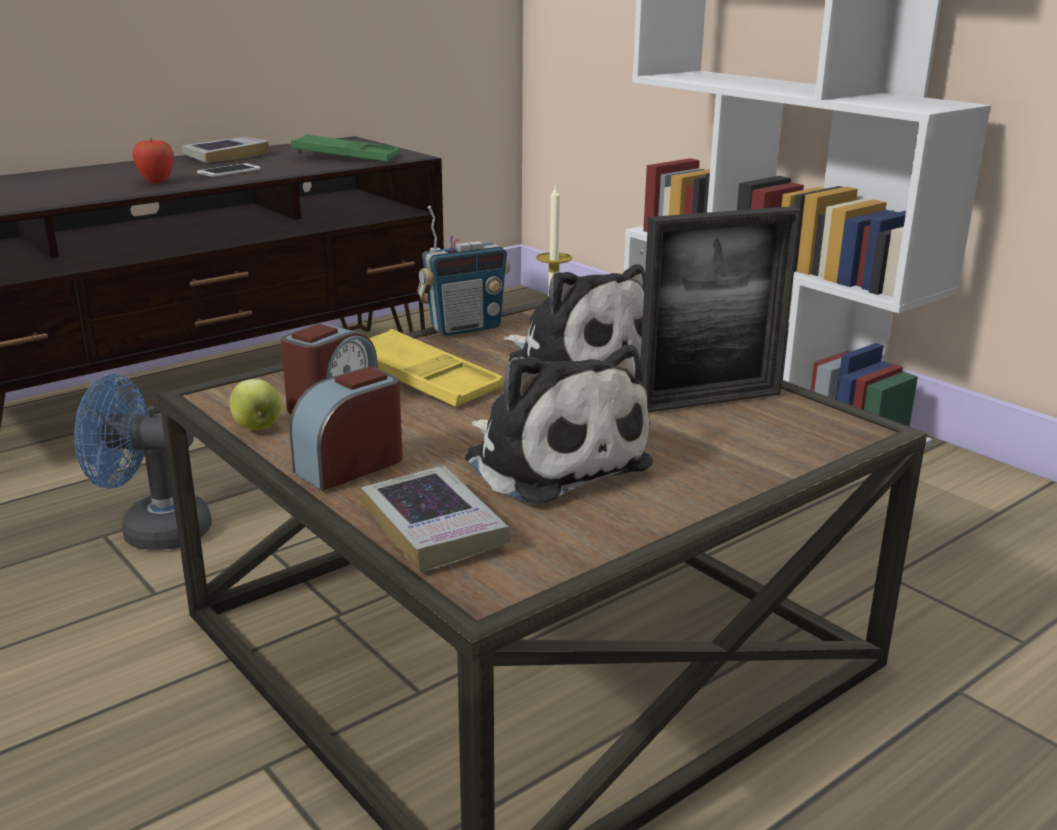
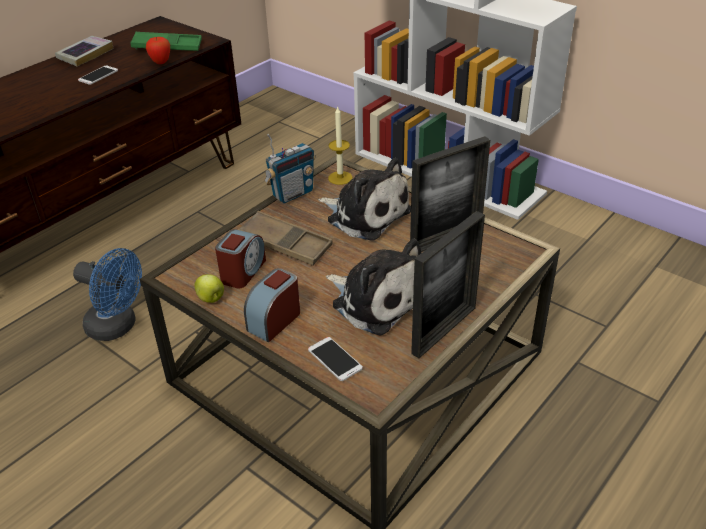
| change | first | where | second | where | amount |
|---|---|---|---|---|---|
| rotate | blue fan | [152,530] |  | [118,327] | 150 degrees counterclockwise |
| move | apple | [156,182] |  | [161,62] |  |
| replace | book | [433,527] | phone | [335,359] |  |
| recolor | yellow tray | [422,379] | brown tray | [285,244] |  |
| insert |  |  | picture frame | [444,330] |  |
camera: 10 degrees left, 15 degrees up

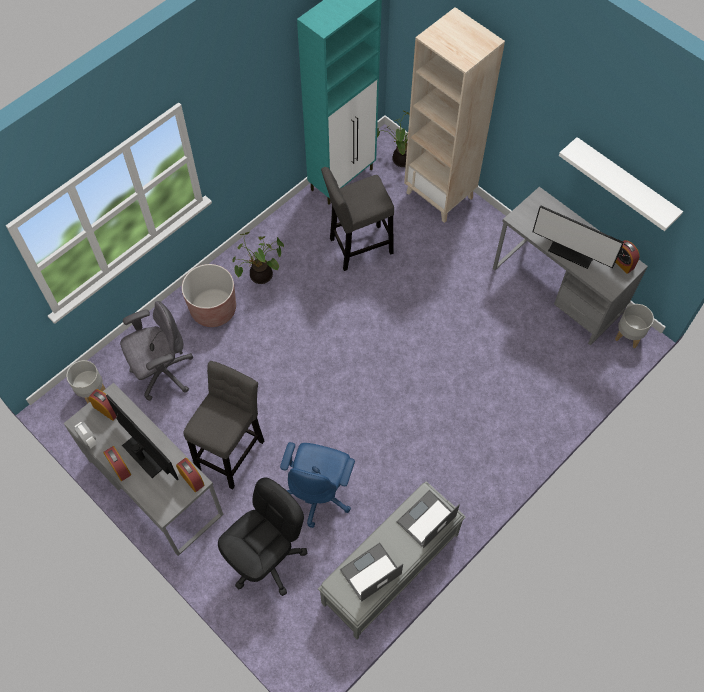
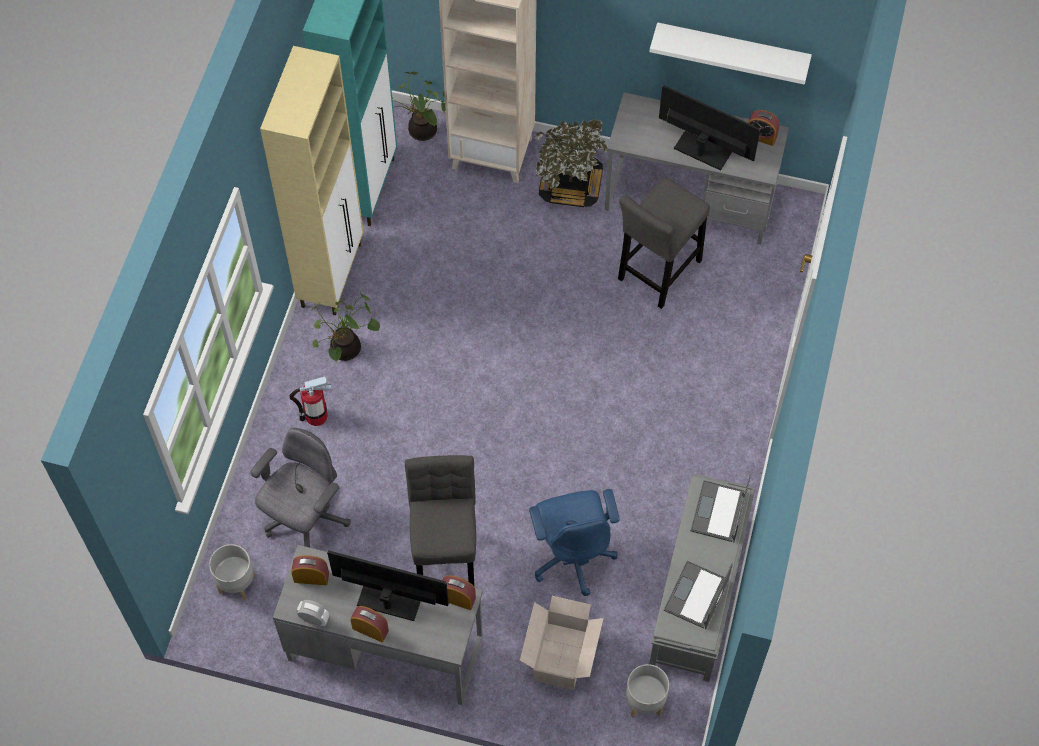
| change | first | where | second | where | amount |
|---|---|---|---|---|---|
| replace | brown planter | [213,309] | fire extinguisher | [316,416] |  |
| replace | black office chair | [267,559] | cardboard box | [561,654] |  |
| move | grey stool | [357,248] |  | [657,273] |  |
| rotate | monitor | [571,252] |  | [702,151] | 150 degrees counterclockwise |
| move | grey planter | [628,336] |  | [645,702] |  |
| insert |  |  | beige cabinet | [332,274] |  |
| insert |  |  | potted plant | [570,185] |  |
camera: 30 degrees left, 0 degrees up

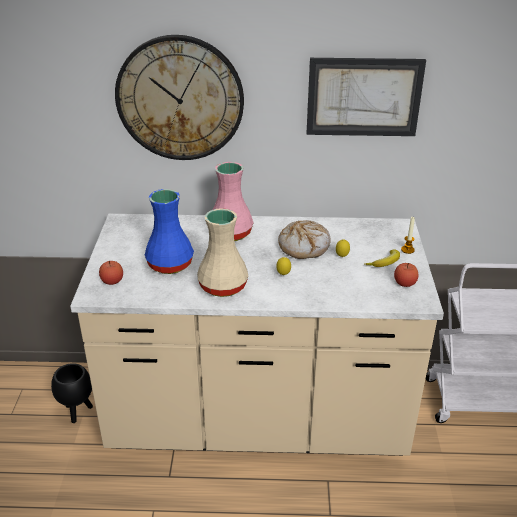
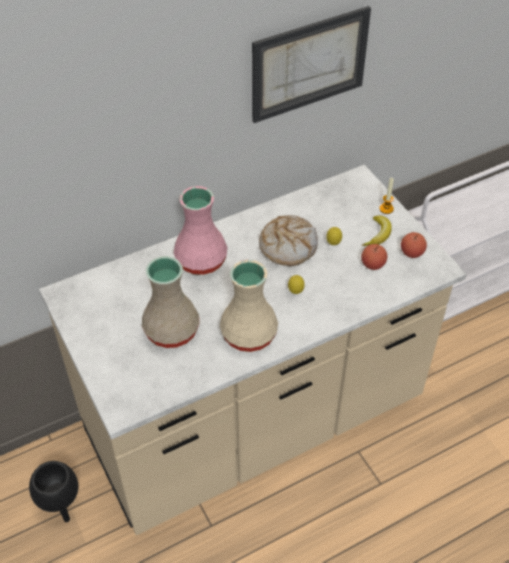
| change | first | where | second | where | amount |
|---|---|---|---|---|---|
| move | apple | [112,281] |  | [373,264] |  |
| delete | wall clock | [180,99] |  |  |  |
| recolor | blue vase | [171,264] | beige vase | [172,329] |  |
camera: 30 degrees left, 15 degrees up

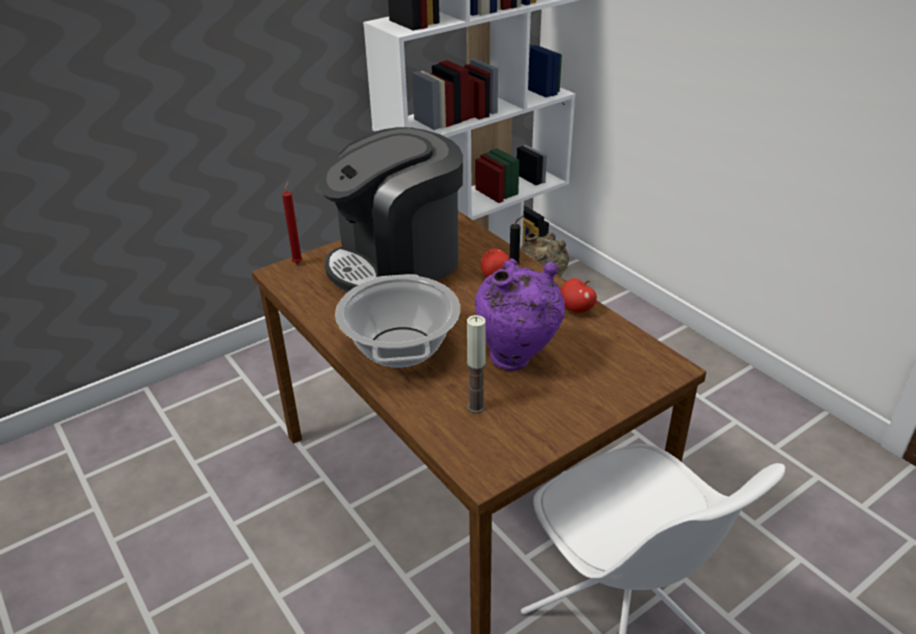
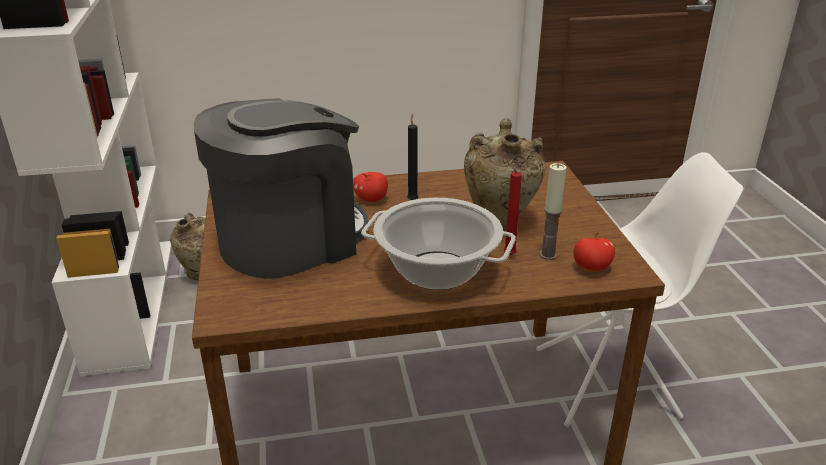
| change | first | where | second | where | amount |
|---|---|---|---|---|---|
| move | red candle | [298,262] |  | [507,254] |  |
| rotate | coffee machine | [397,262] |  | [290,239] | 120 degrees counterclockwise |
| recolor | purple vase | [517,360] | beige vase | [500,222] |  |
| move | apple | [576,309] |  | [591,268] |  |
camera: 65 degrees left, 5 degrees down

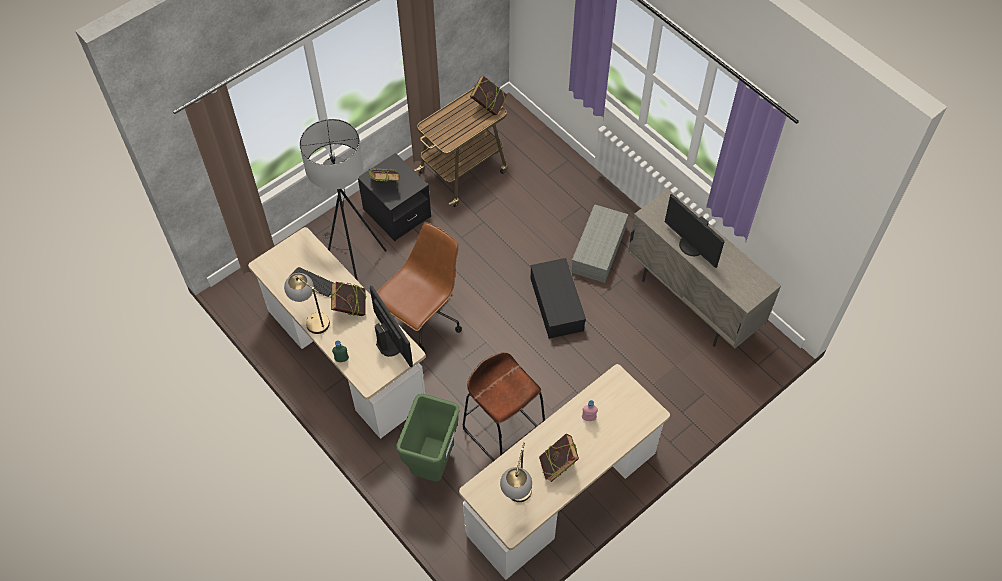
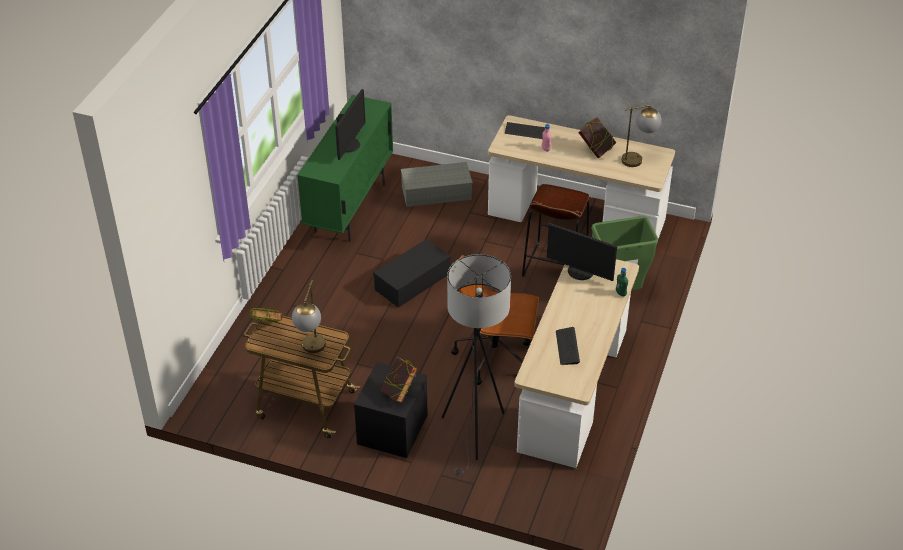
| change | first | where | second | where | amount |
|---|---|---|---|---|---|
| move | table lamp | [311,319] |  | [312,351] |  |
| delete | book | [350,308] |  |  |  |
| rotate | monitor | [391,343] |  | [580,272] | 90 degrees counterclockwise |
| move | grey storage box | [599,251] |  | [437,192] |  |
| recolor | beige cabinet | [692,302] | green cabinet | [350,208] |  |
| insert |  |  | keyboard | [525,131] |  |
camera: 120 degrees left, 15 degrees down

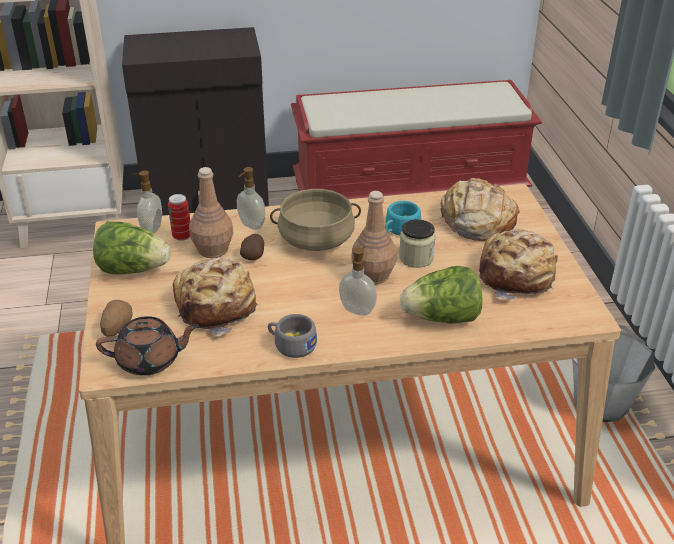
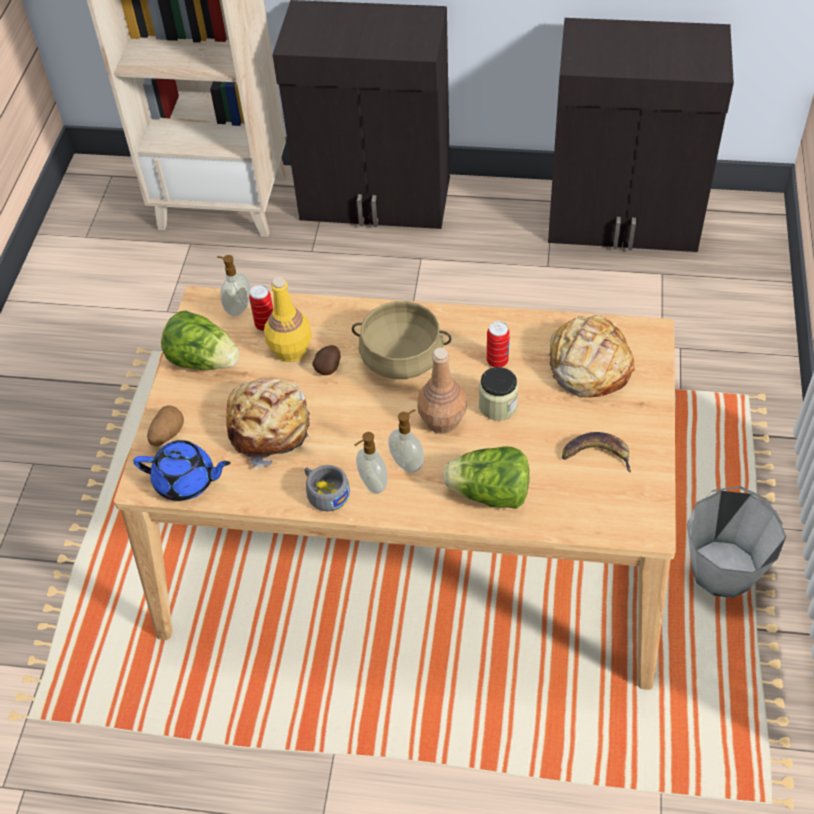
| change | first | where | second | where | amount |
|---|---|---|---|---|---|
| recolor | brown teapot | [150,360] | blue teapot | [186,481] |  |
| recolor | brown bottle | [212,250] | yellow bottle | [290,350] |  |
| move | soap dispenser | [251,225] |  | [372,484] |  |
| replace | red bench | [410,189] | black cabinet | [624,222] |  |
| replace | turquoise cup | [399,229] | can | [497,361] |  |
| replace | bread | [517,276] | banana | [597,454] |  |
camera: 20 degrees right, 15 degrees up

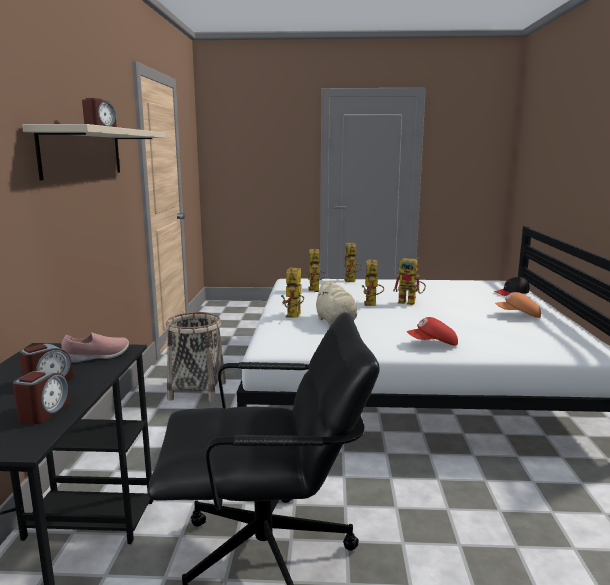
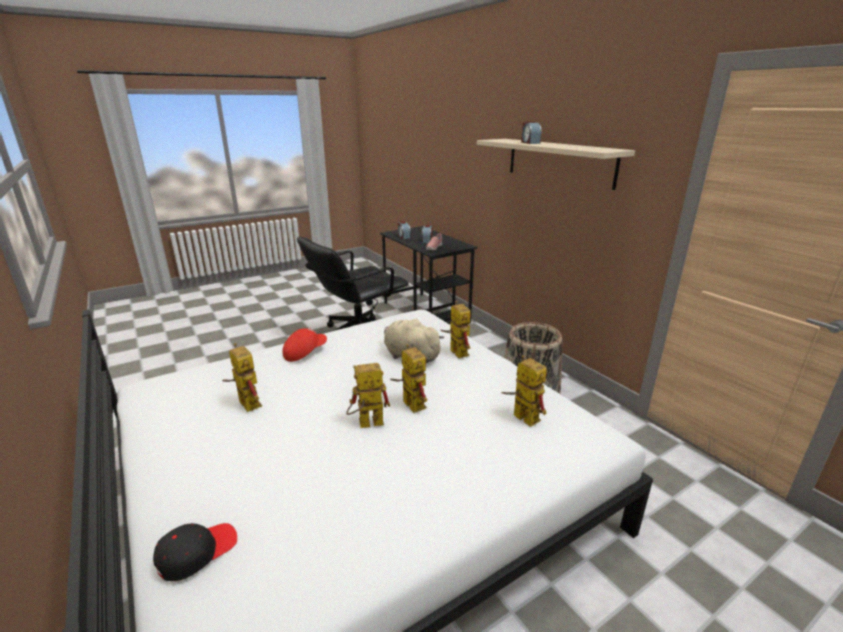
| change | first | where | second | where | amount |
|---|---|---|---|---|---|
| move | toy robot | [351,281] |  | [245,402] |  |
| delete | orange cap | [518,315] |  |  |  |
camera: 145 degrees right, 10 degrees up

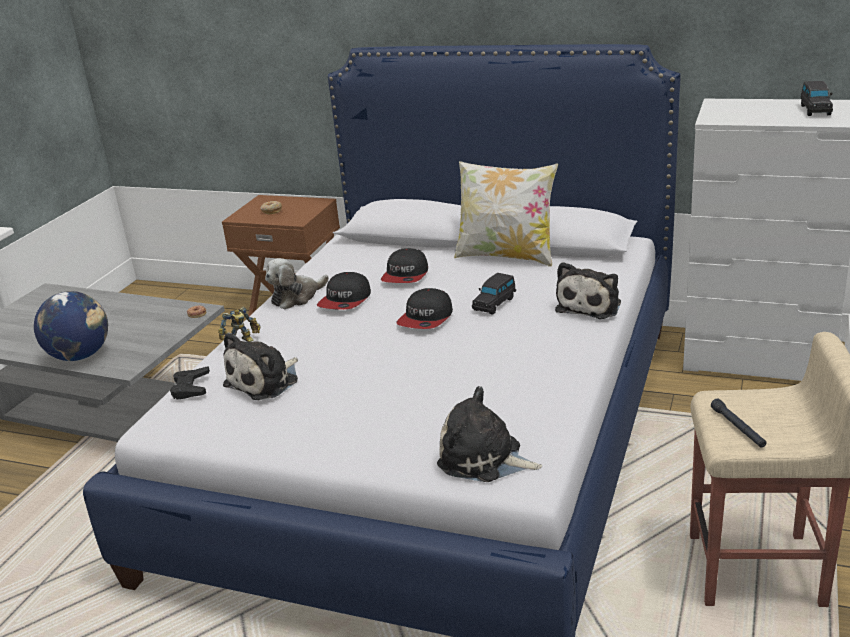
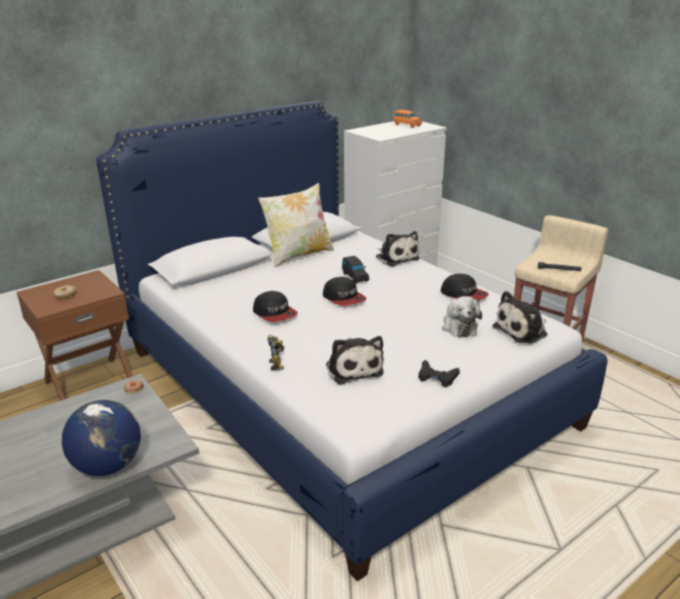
| change | first | where | second | where | amount |
|---|---|---|---|---|---|
| move | black game controller | [191,387] |  | [437,377] |  |
| move | plush toy | [296,297] |  | [458,326] |  |
| move | cap | [406,275] |  | [464,294] |  |
| recolor | black toy car | [815,110] | orange toy car | [406,125] |  |
camera: 60 degrees left, 0 degrees up

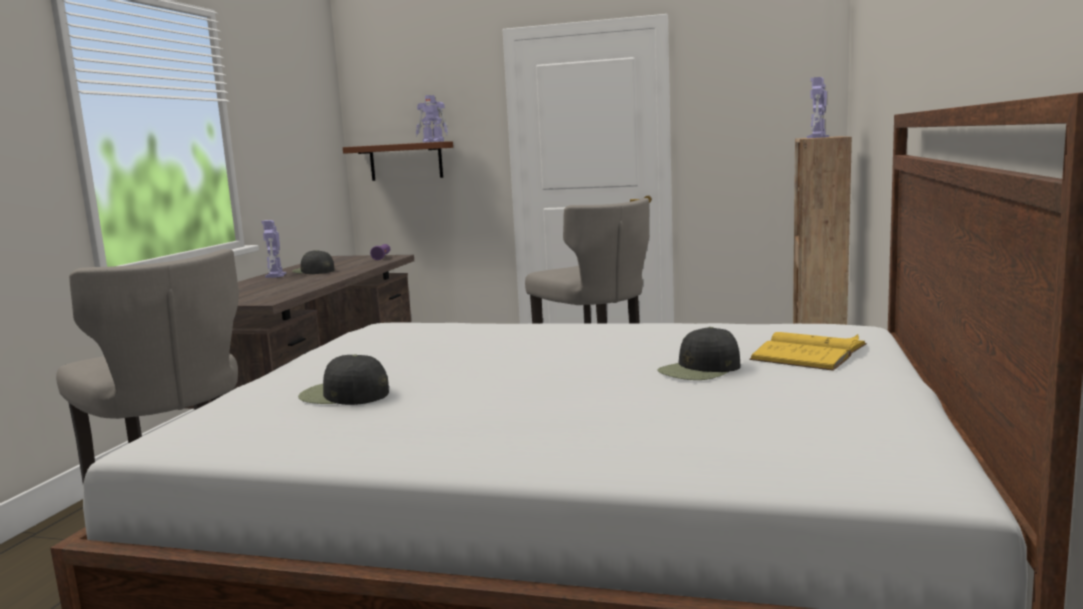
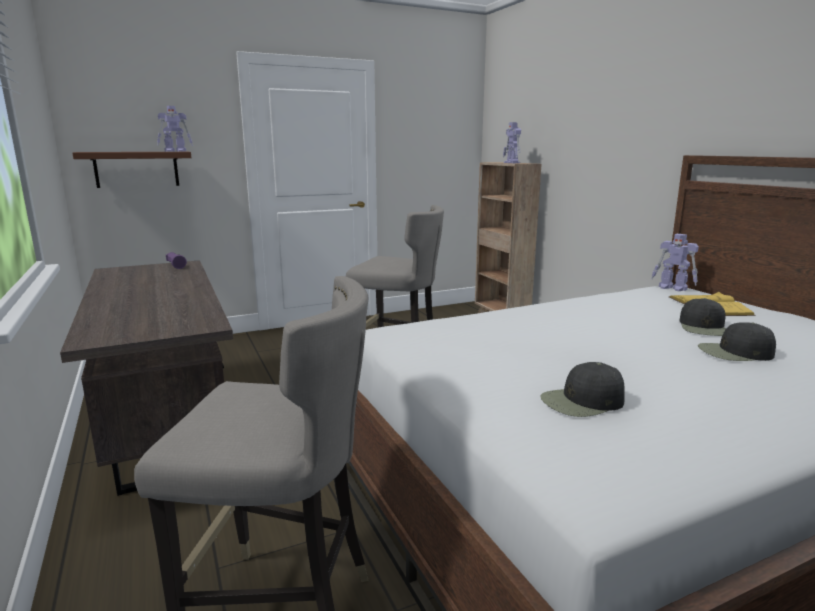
| change | first | where | second | where | amount |
|---|---|---|---|---|---|
| move | toy robot | [275,275] |  | [673,288] |  |
| move | black cap | [313,271] |  | [735,352] |  |
camera: 40 degrees left, 5 degrees up

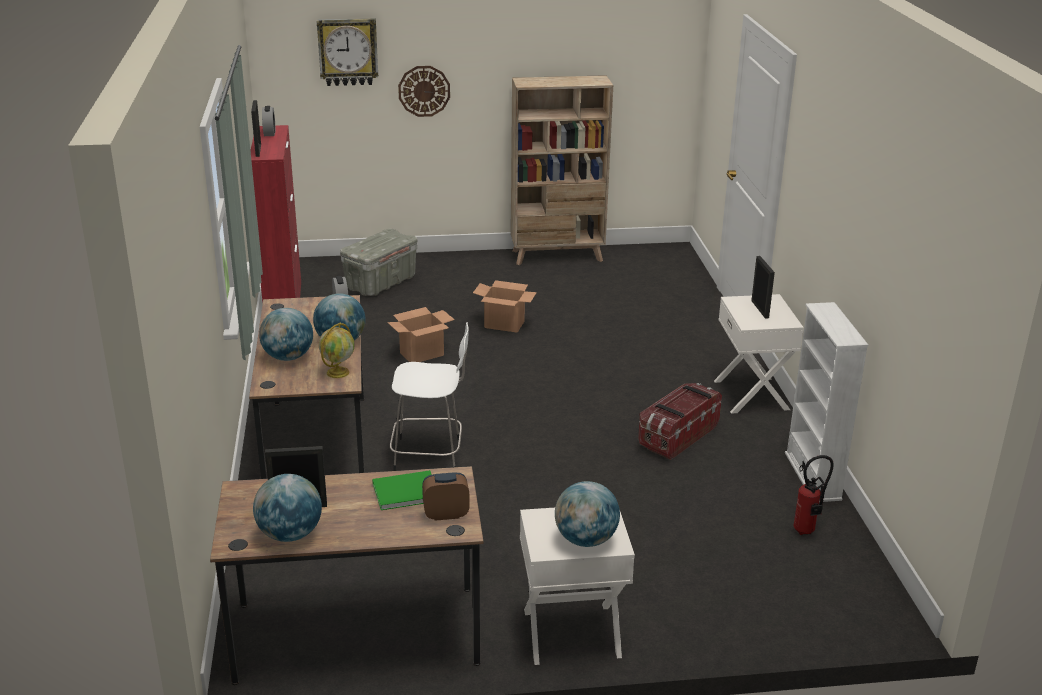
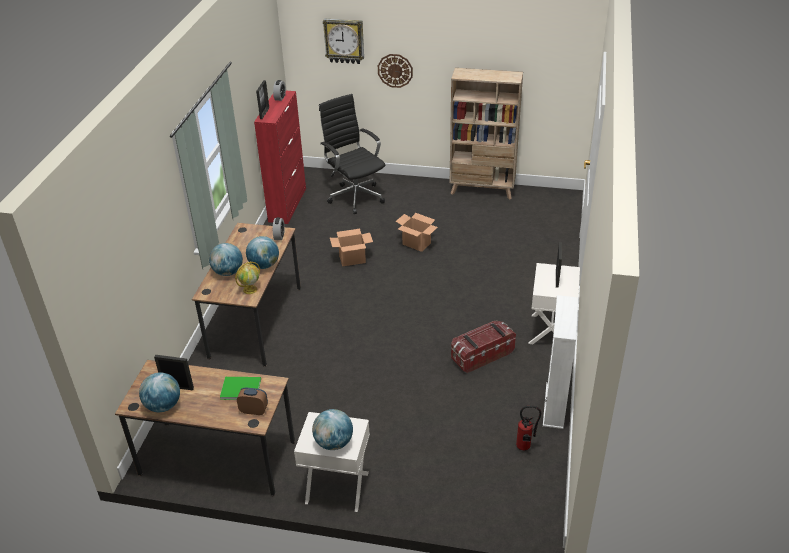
| change | first | where | second | where | amount |
|---|---|---|---|---|---|
| replace | grey storage box | [381,283] | black office chair | [355,196] |  |
| delete | white stool | [430,456] |  |  |  |
camera: 20 degrees right, 10 degrees up

